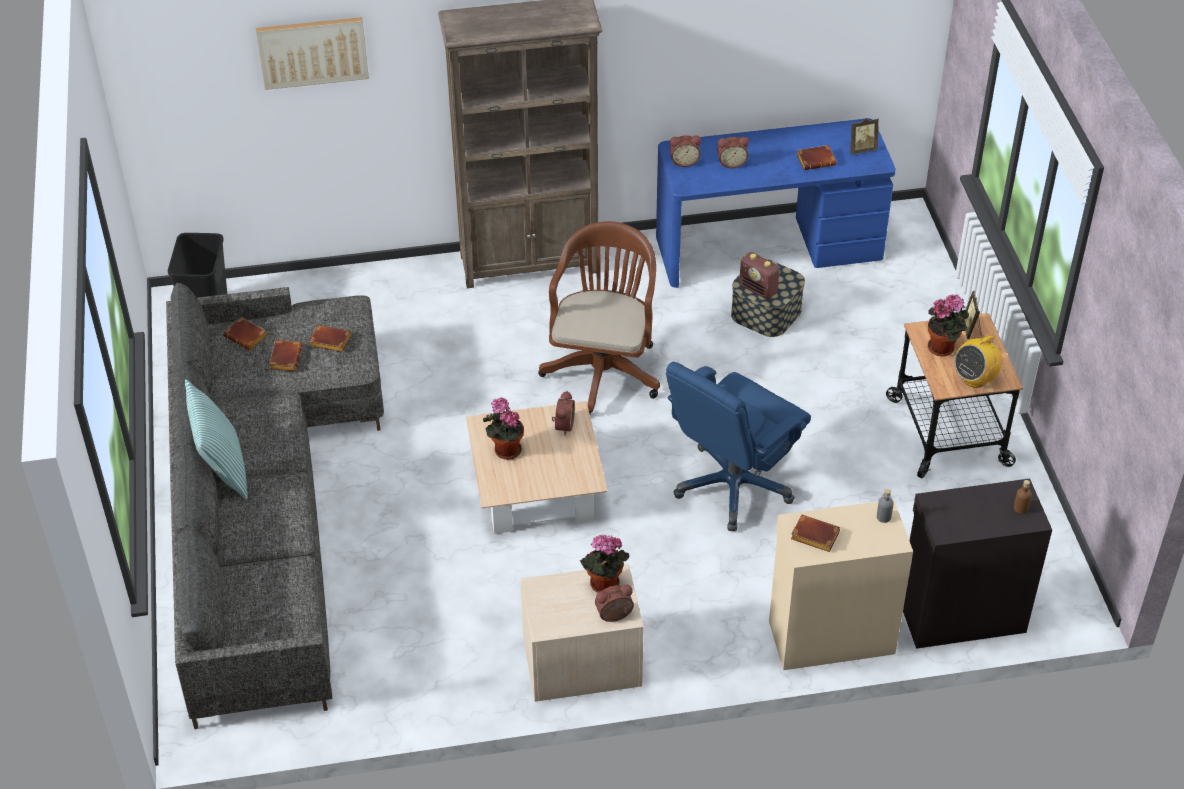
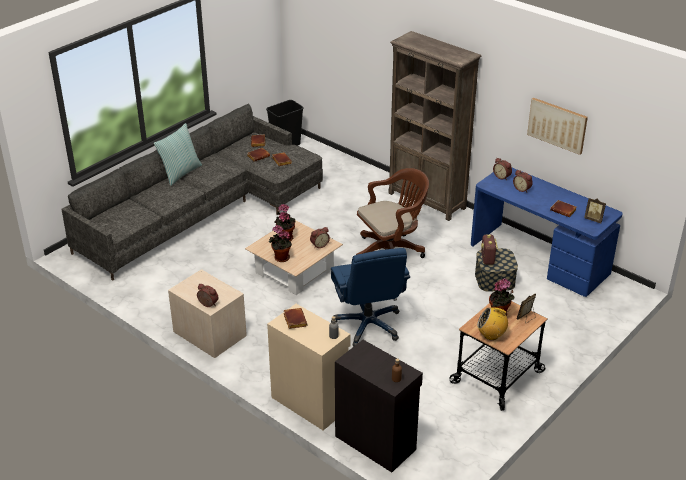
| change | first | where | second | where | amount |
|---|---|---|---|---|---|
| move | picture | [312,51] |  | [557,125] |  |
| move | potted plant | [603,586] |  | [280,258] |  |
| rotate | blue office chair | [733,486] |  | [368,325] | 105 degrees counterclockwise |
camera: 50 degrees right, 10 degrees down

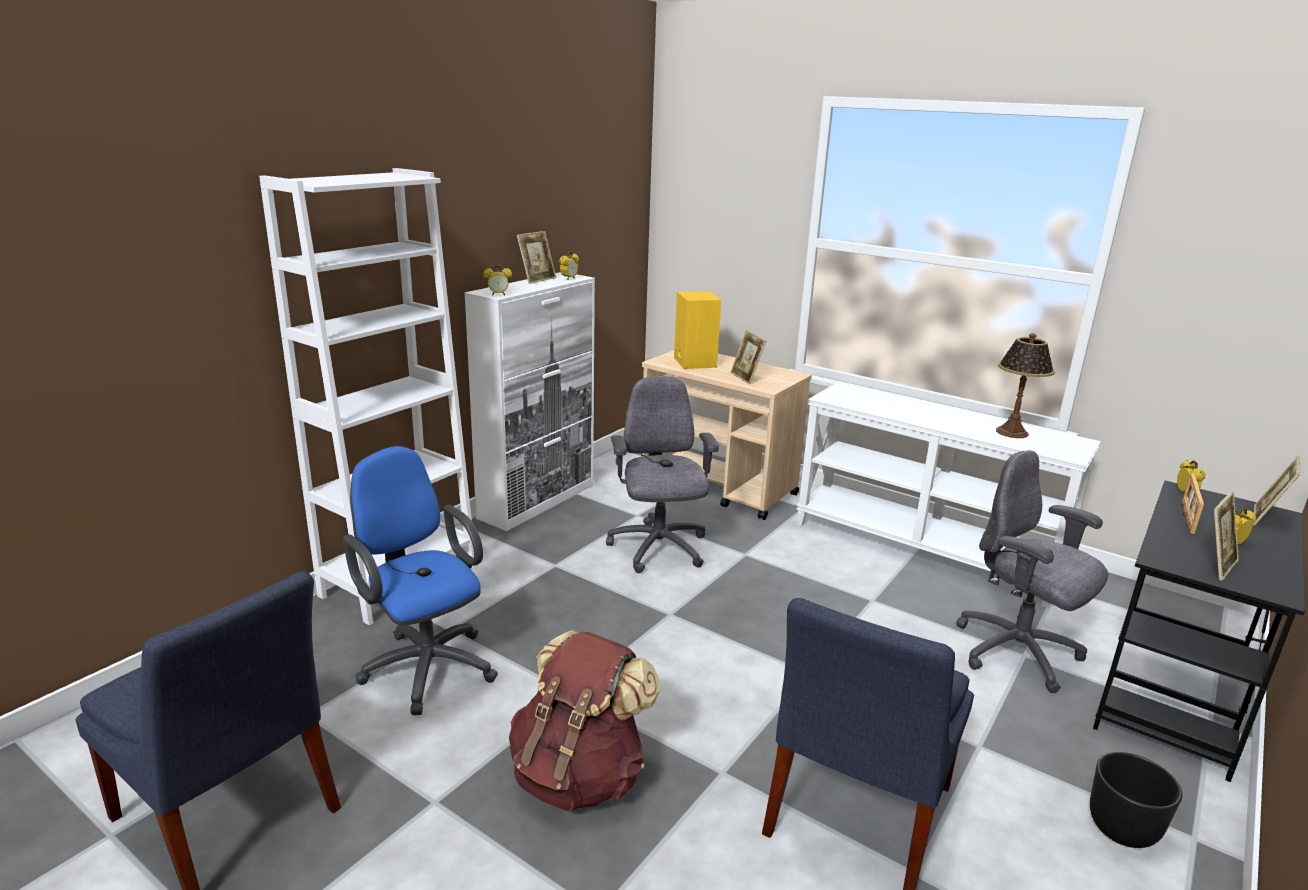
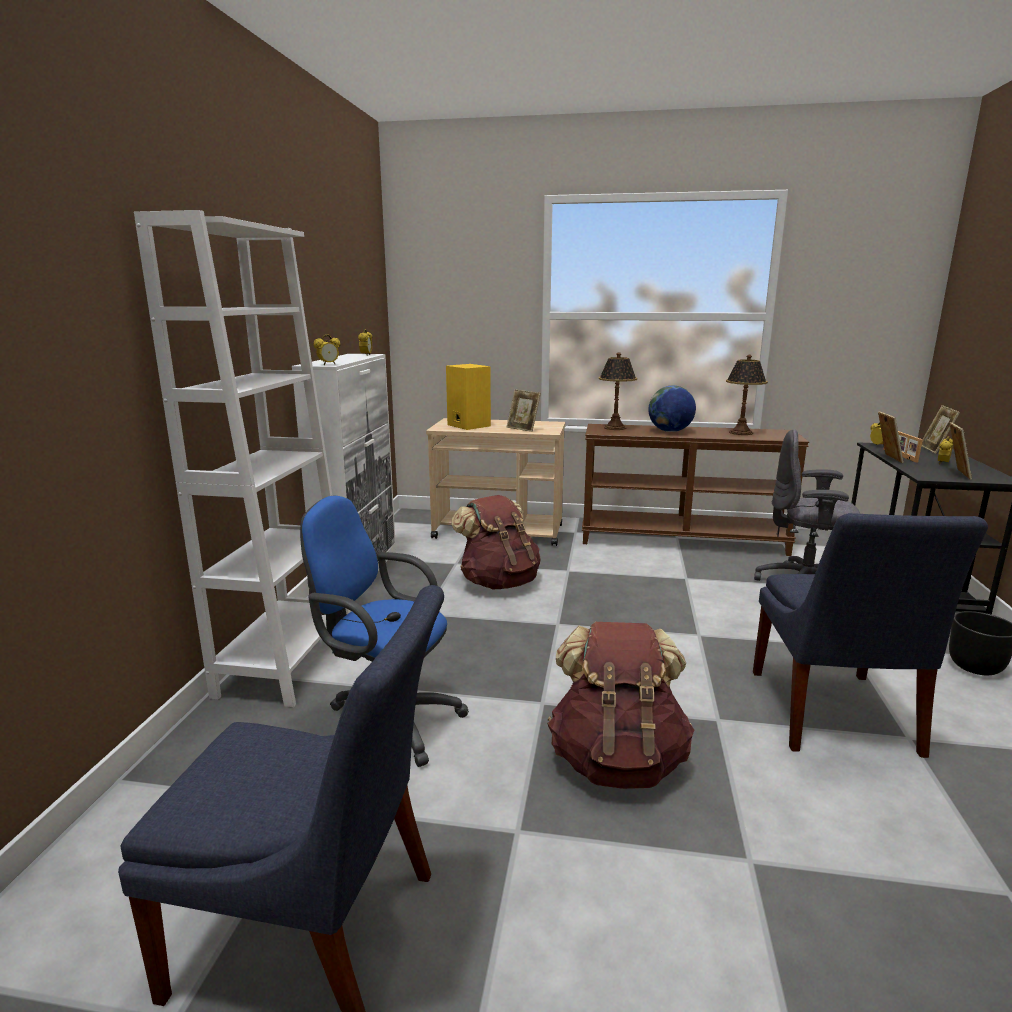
| change | first | where | second | where | amount |
|---|---|---|---|---|---|
| move | picture frame | [537,280] |  | [886,458] |  |
| replace | grey office chair | [658,549] | brown backpack | [499,582] |  |
| recolor | white console table | [925,549] | brown console table | [682,540] |  |
| insert |  |  | table lamp | [615,428] |  |
| insert |  |  | globe | [670,431] |  |
camera: 25 degrees left, 5 degrees down

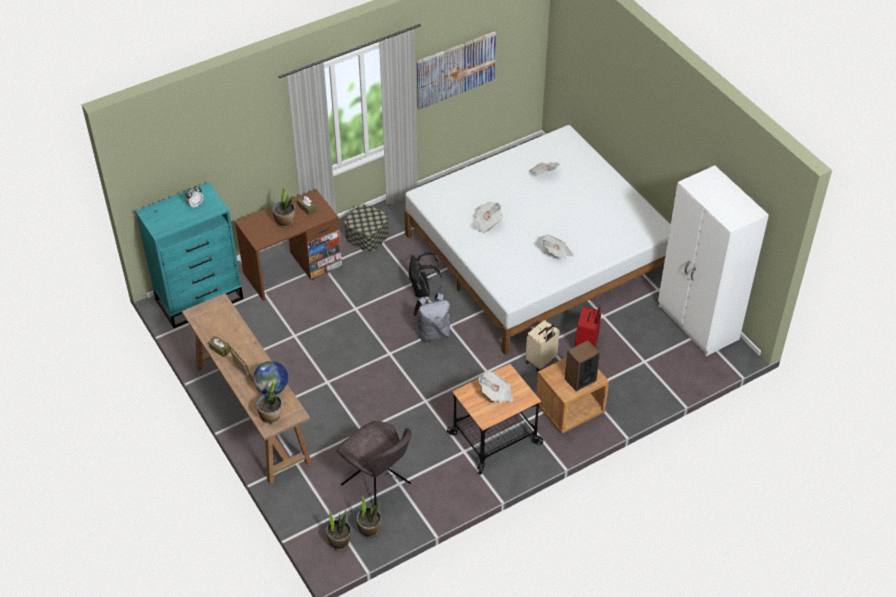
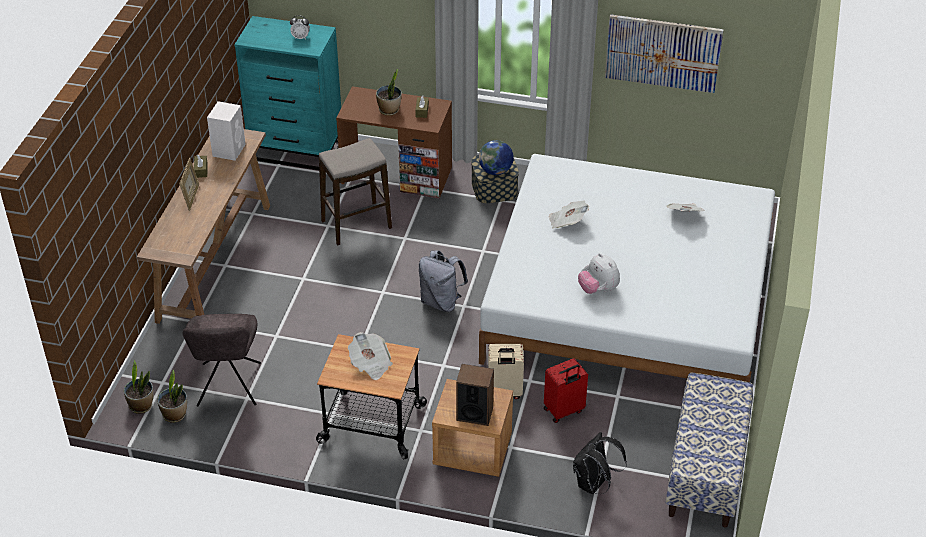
| change | first | where | second | where | amount |
|---|---|---|---|---|---|
| move | globe | [272,388] |  | [495,171] |  |
| delete | potted plant | [271,416] |  |  |  |
| move | black backpack | [423,291] |  | [594,484] |  |
| replace | newspaper | [557,253] | plush toy | [598,289] |  |
| replace | white wardrobe | [698,323] | bench | [706,471] |  |
| insert |  |  | white speaker | [229,149] |  |
| insert |  |  | stool | [356,225] |  |
camera: 45 degrees right, 5 degrees down

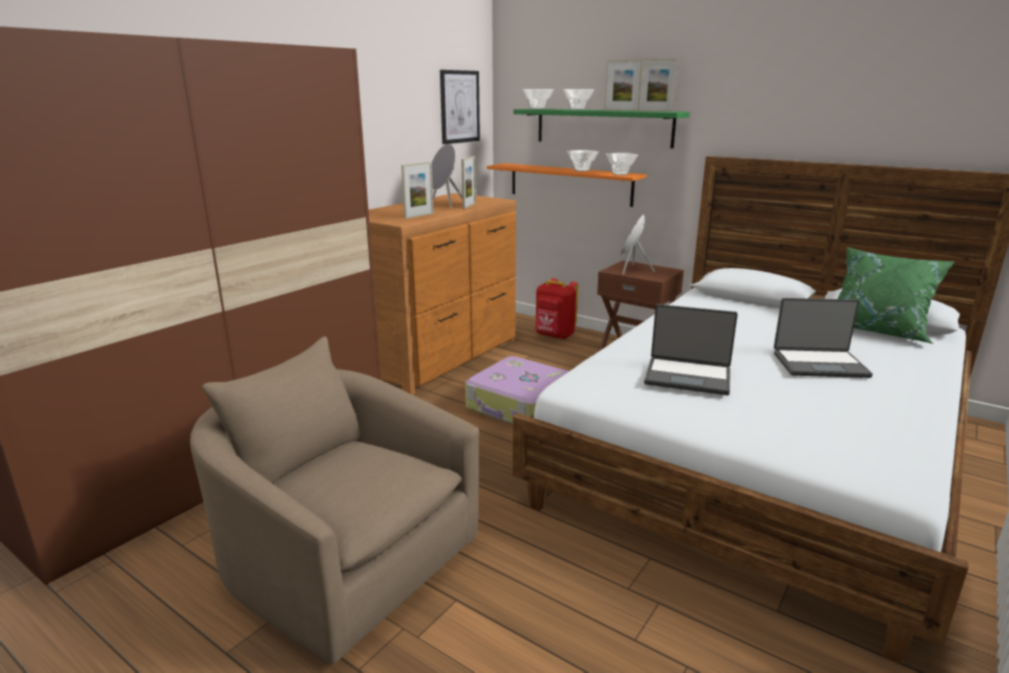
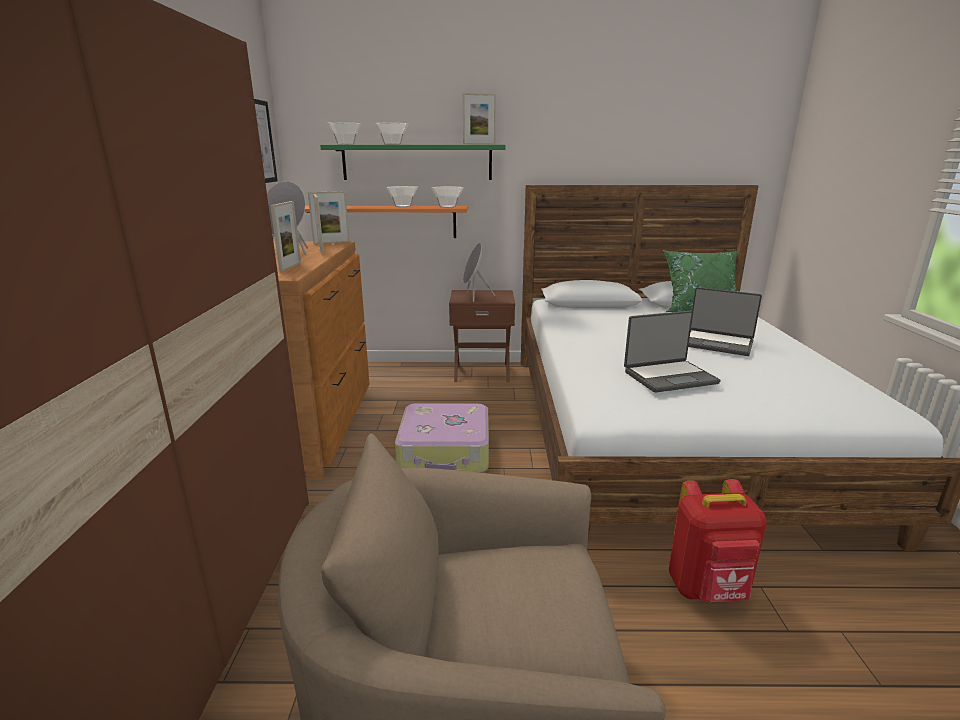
| change | first | where | second | where | amount |
|---|---|---|---|---|---|
| move | red backpack | [554,336] |  | [708,589] |  |
| move | picture frame | [621,110] |  | [331,242] |  |
| rotate | laptop | [819,364] |  | [717,343] | 60 degrees clockwise |
camera: 35 degrees left, 0 degrees up

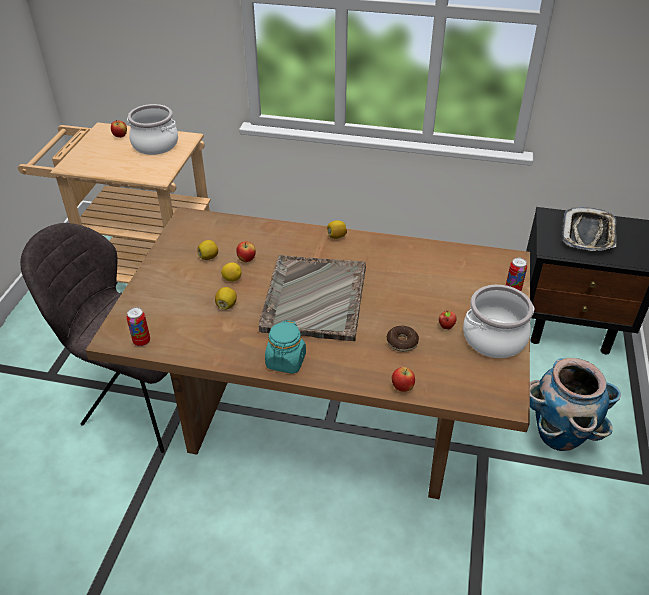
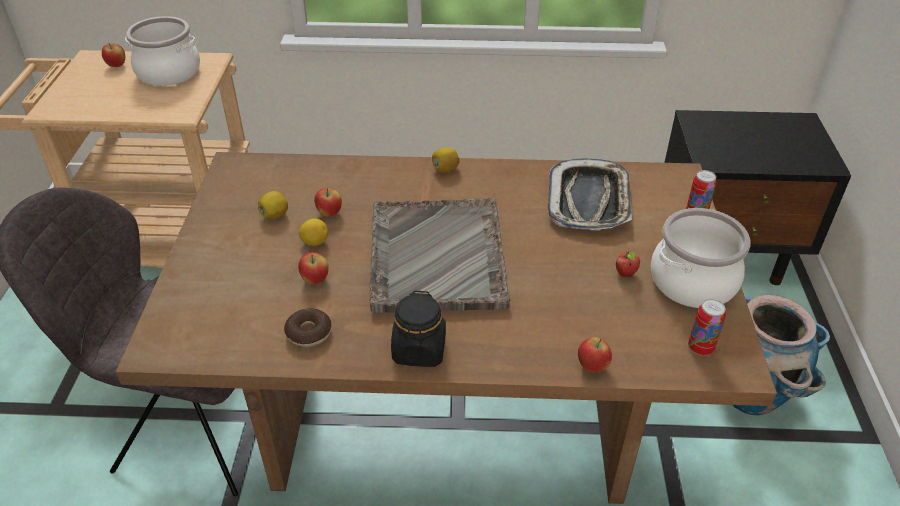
| change | first | where | second | where | amount |
|---|---|---|---|---|---|
| move | can | [141,341] |  | [700,348] |  |
| replace | lemon | [226,305] | apple | [315,280] |  |
| recolor | turquoise jar | [286,361] | black jar | [419,350] |  |
| move | donut | [402,342] |  | [309,333] |  |
| move | tray | [588,234] |  | [589,201] |  |
camera: 10 degrees left, 0 degrees up

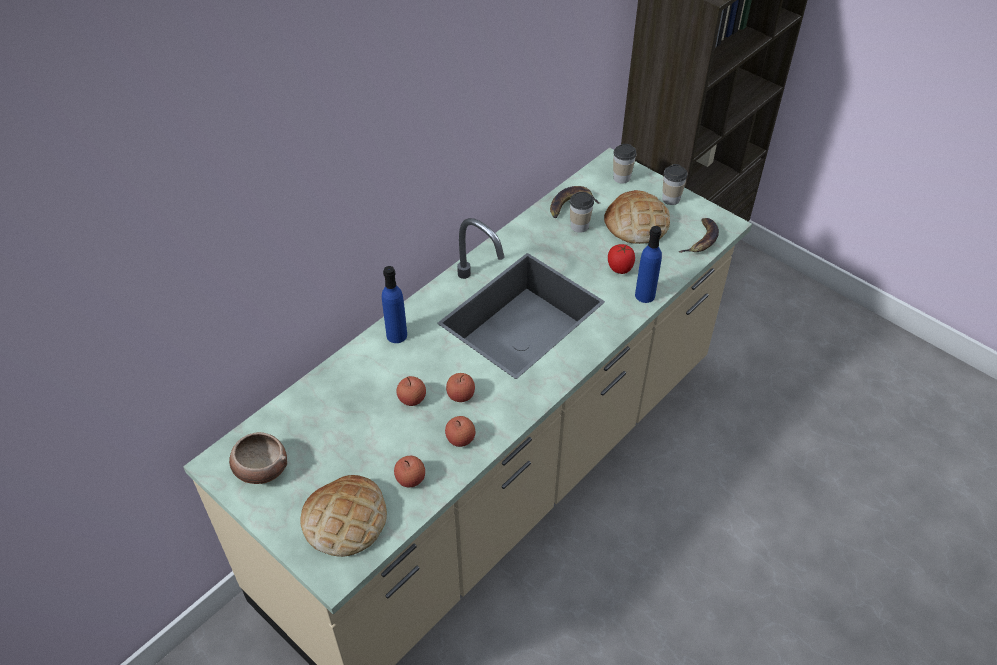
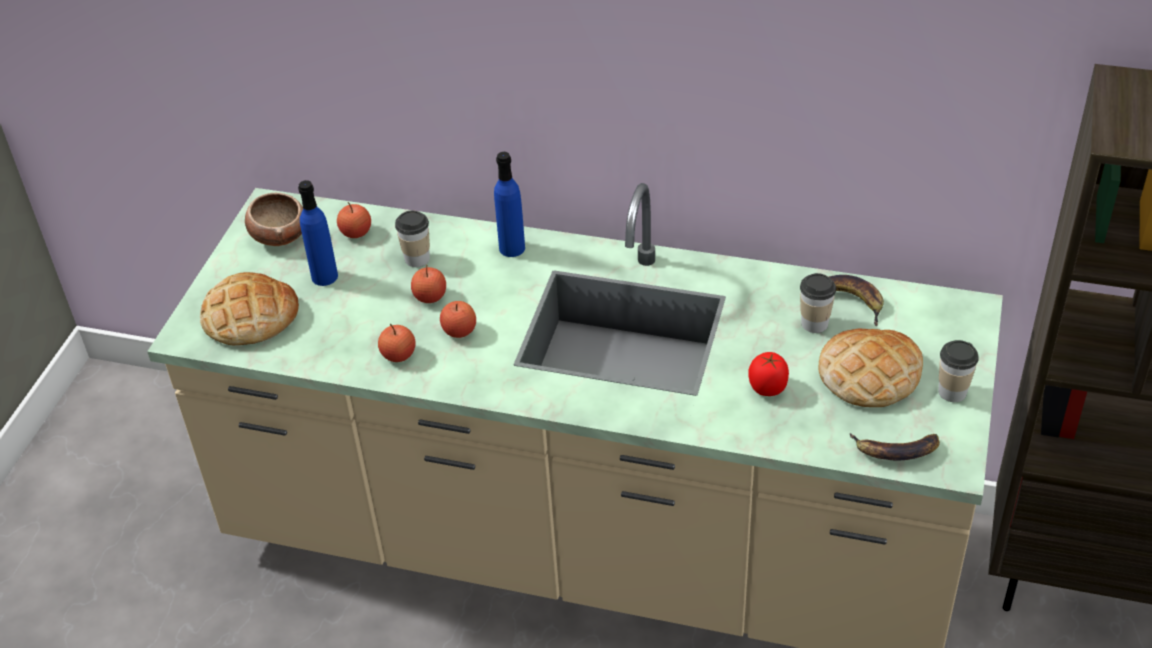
| change | first | where | second | where | amount |
|---|---|---|---|---|---|
| move | apple | [410,479] |  | [356,232] |  |
| move | cup | [621,178] |  | [417,259] |  |
| move | blue bottle | [645,295] |  | [324,276] |  |
camera: 65 degrees right, 5 degrees down

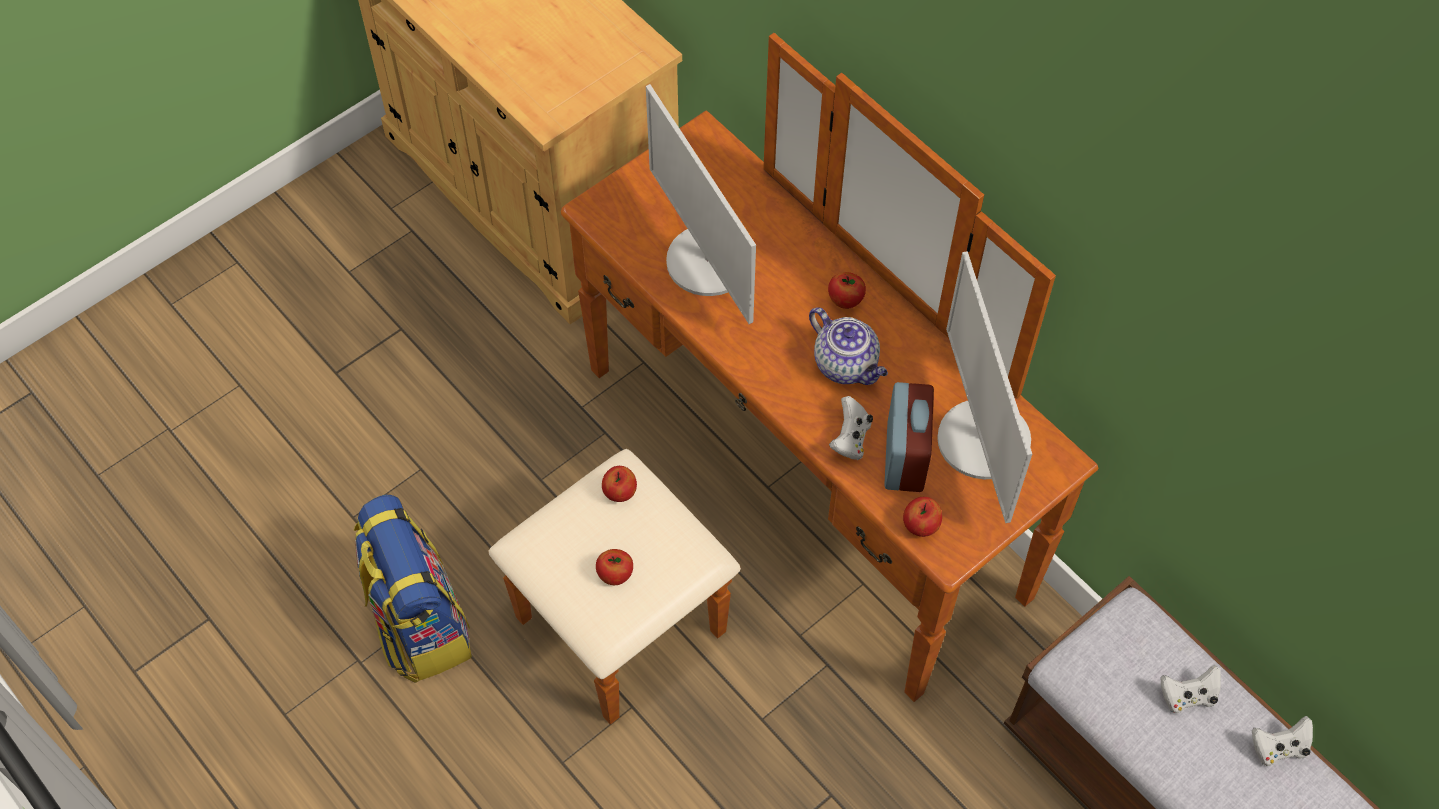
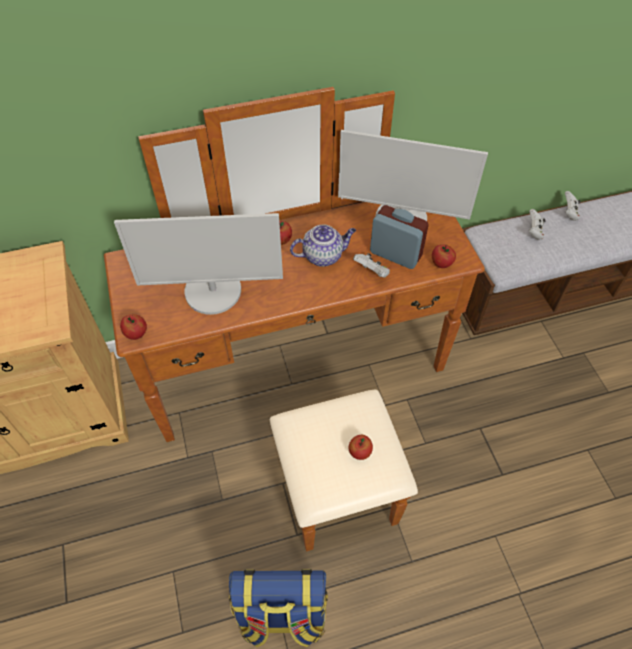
| change | first | where | second | where | amount |
|---|---|---|---|---|---|
| move | apple | [620,493] |  | [136,334] |  |
camera: 65 degrees left, 5 degrees down

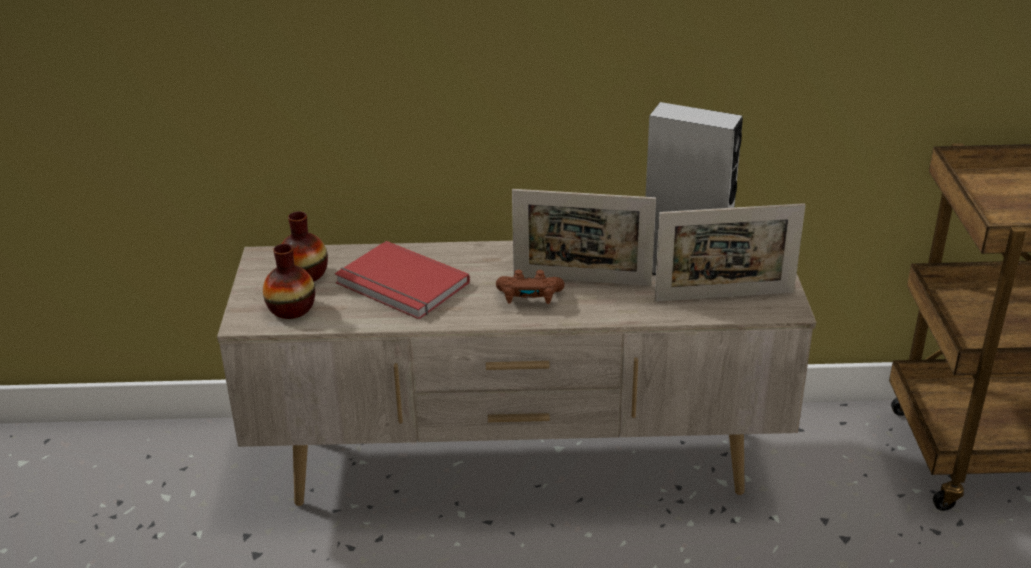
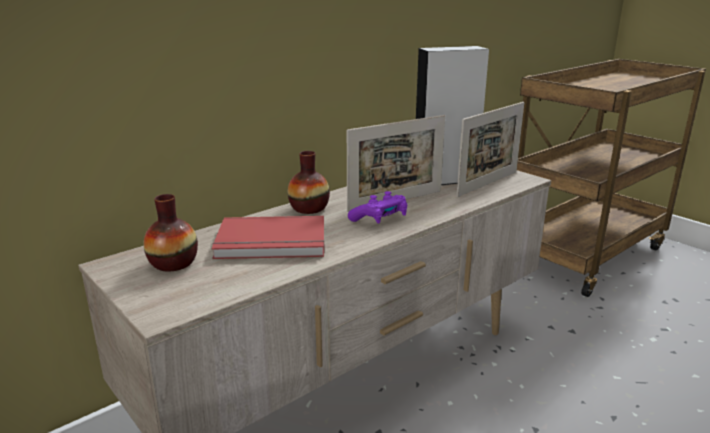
| change | first | where | second | where | amount |
|---|---|---|---|---|---|
| move | vase | [291,309] |  | [309,208] |  |
| recolor | brown game controller | [529,298] | purple game controller | [380,219] |  |
camera: 40 degrees left, 10 degrees down

